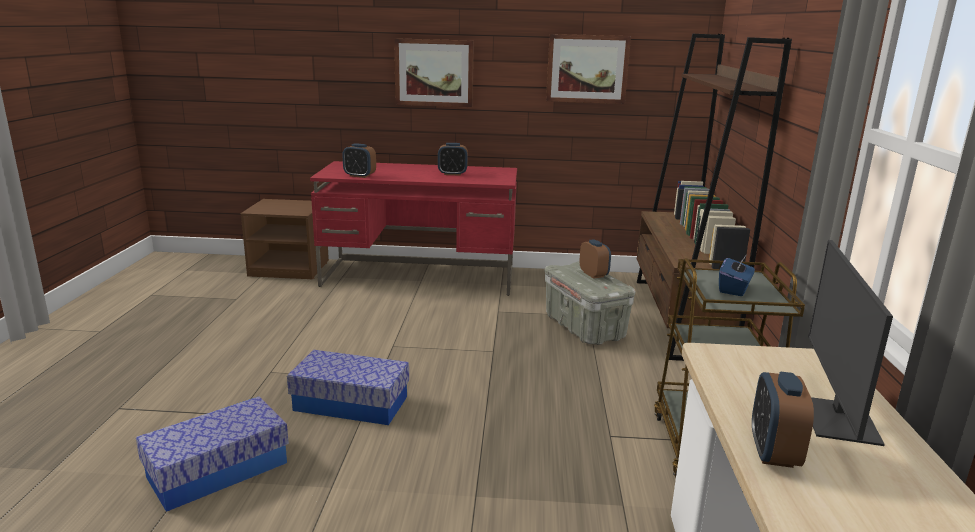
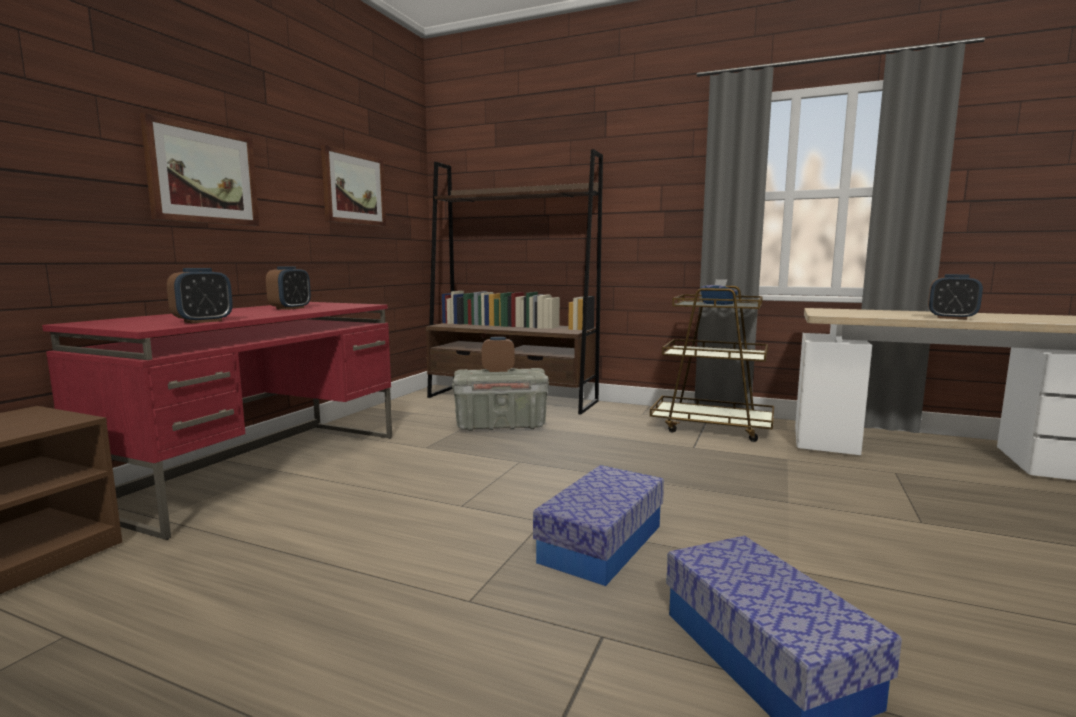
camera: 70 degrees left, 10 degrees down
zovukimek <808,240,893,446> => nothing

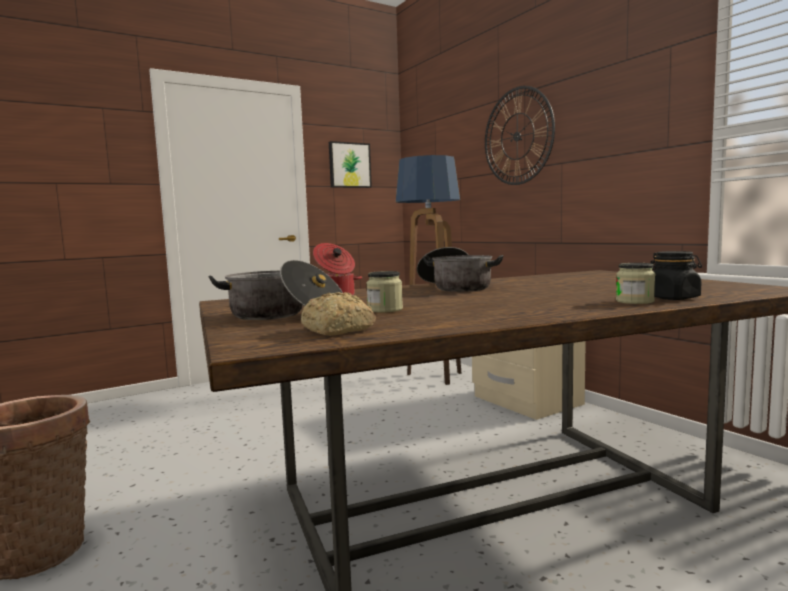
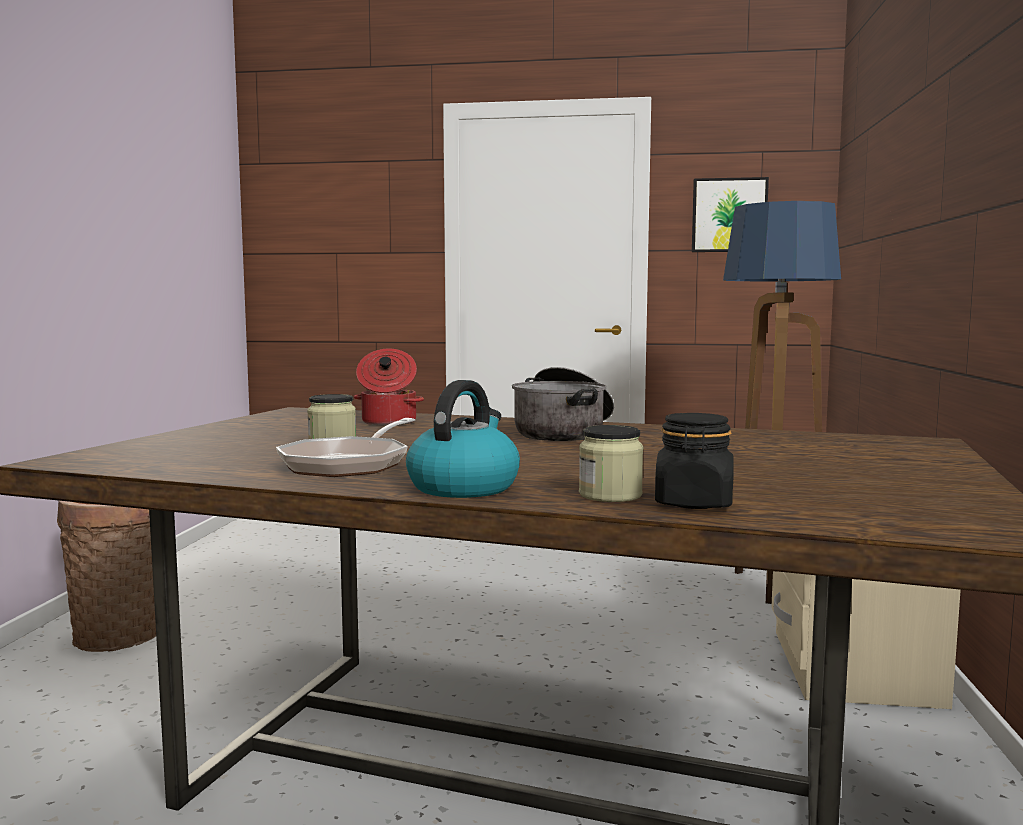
camera: 40 degrees right, 0 degrees up
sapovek <208,260,343,320> => nothing
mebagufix <301,292,376,336> => nothing
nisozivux <485,86,555,185> => nothing
nothing => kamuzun <276,418,415,477>
nothing => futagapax <406,380,520,498>

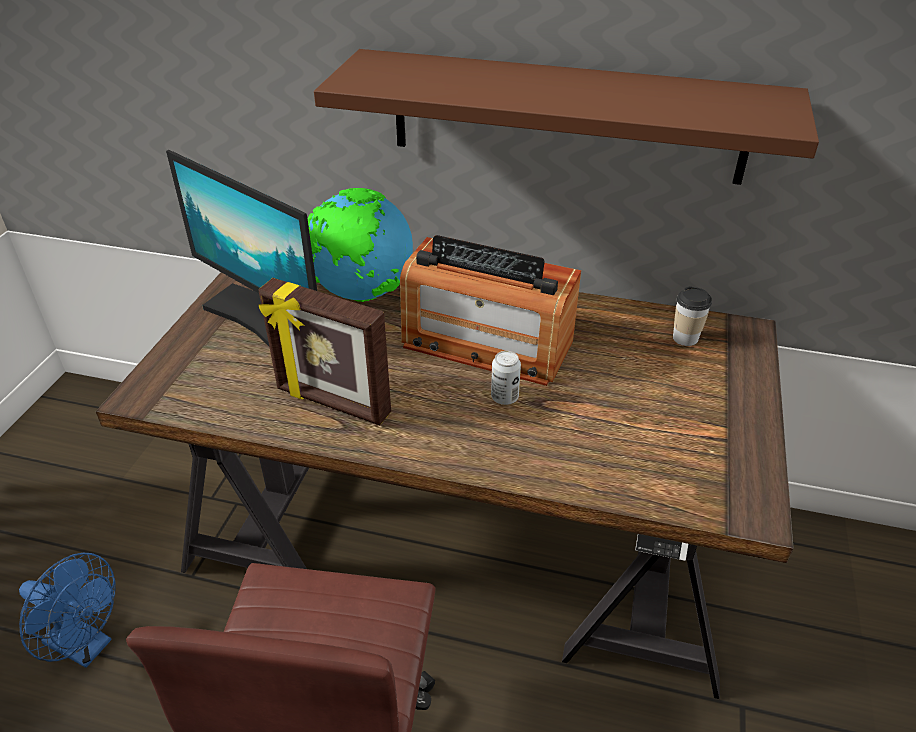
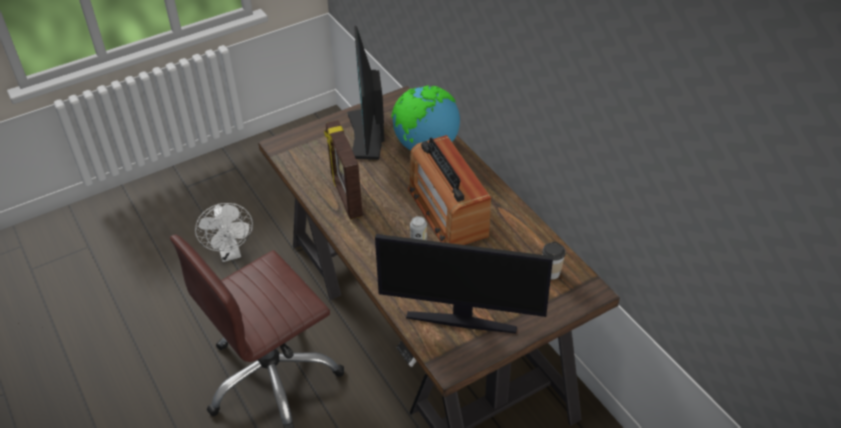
camera: 45 degrees right, 5 degrees up
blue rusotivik <19,553,116,668> => white rusotivik <195,203,253,262>
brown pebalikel <314,49,819,185> => nothing
nothing => zovukimek <375,234,553,333>

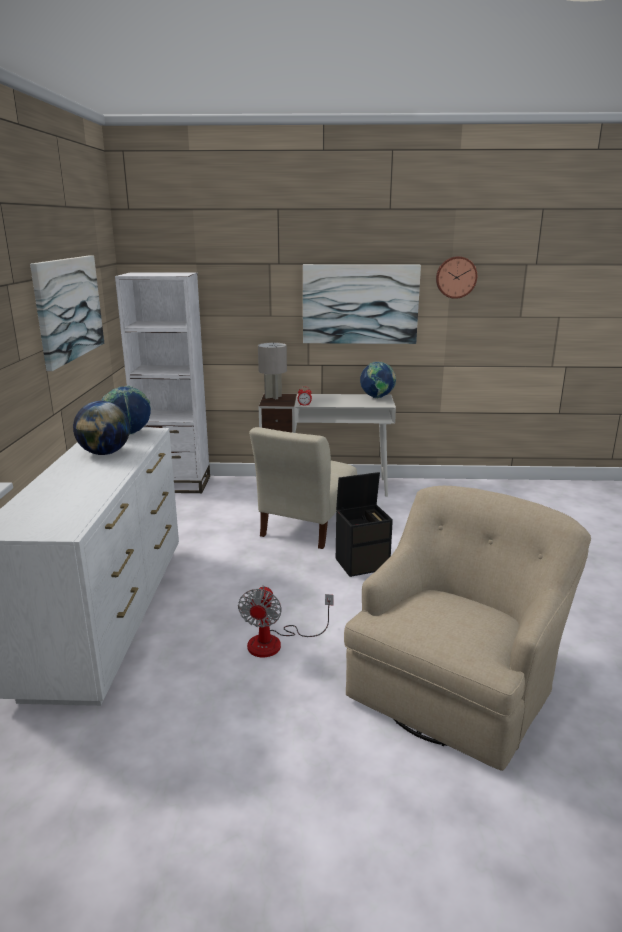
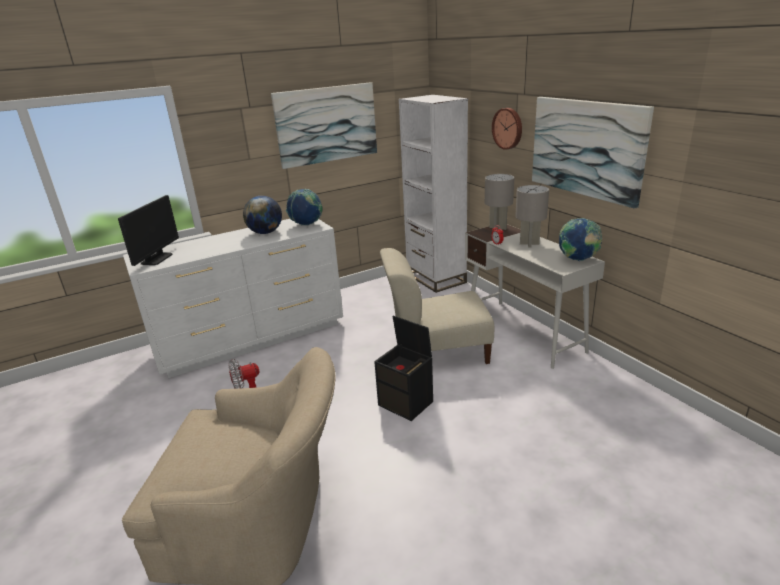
camera: 60 degrees right, 5 degrees up
nisozivux <436,256,477,299> => nisozivux <492,108,522,150>, moved
nothing => zovukimek <118,195,179,266>
nothing => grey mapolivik <515,185,549,248>

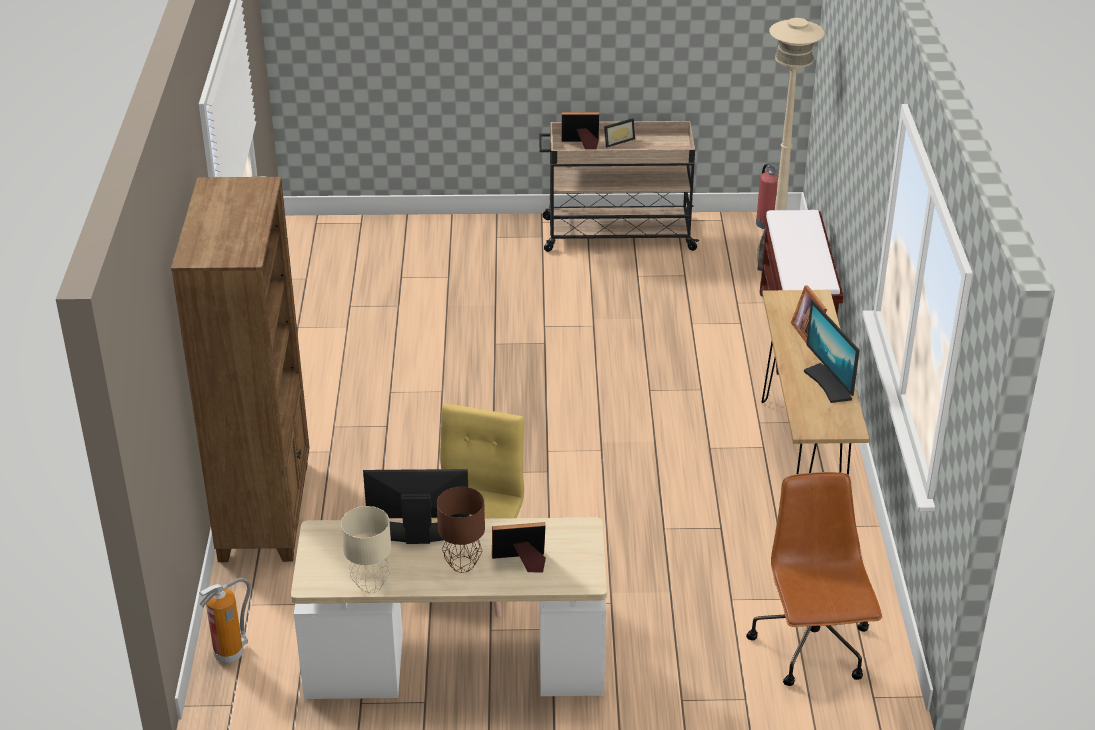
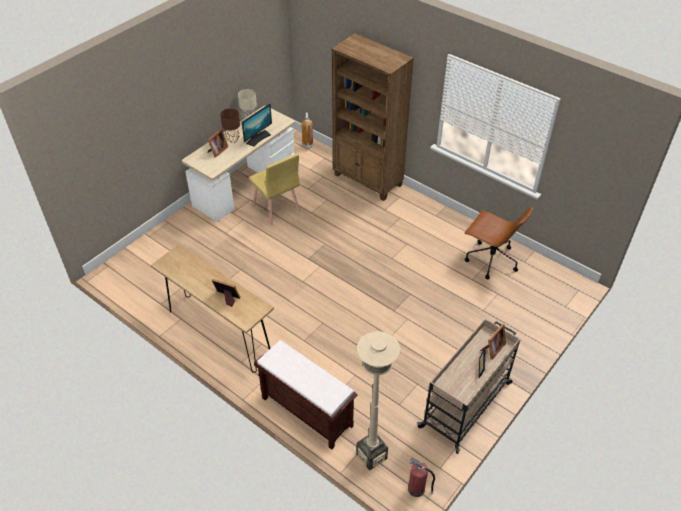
camera: 130 degrees right, 10 degrees up
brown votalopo <746,472,882,686> => brown votalopo <464,206,533,279>, moved
zovukimek <804,300,860,403> => nothing

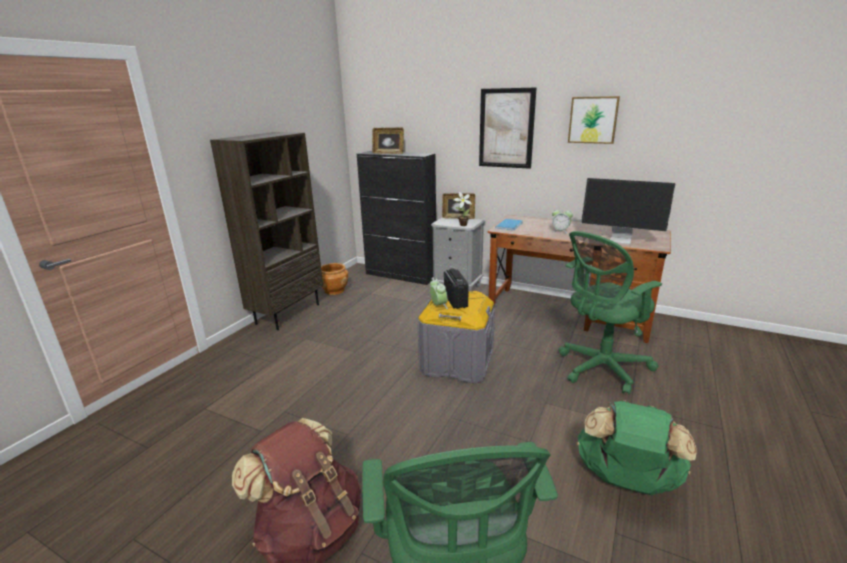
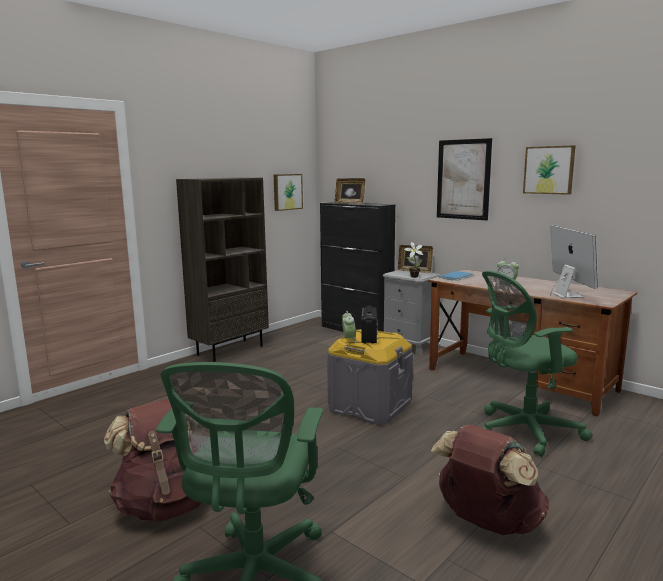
camera: 15 degrees right, 10 degrees down
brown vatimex <321,263,348,295> => nothing
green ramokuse <577,400,697,495> => brown ramokuse <431,425,549,535>
zovukimek <581,178,676,245> => zovukimek <550,225,598,298>, 135 degrees counterclockwise
nothing => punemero <274,174,303,211>

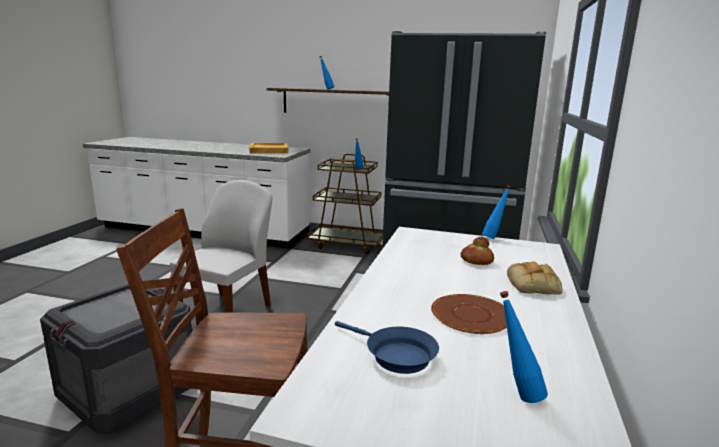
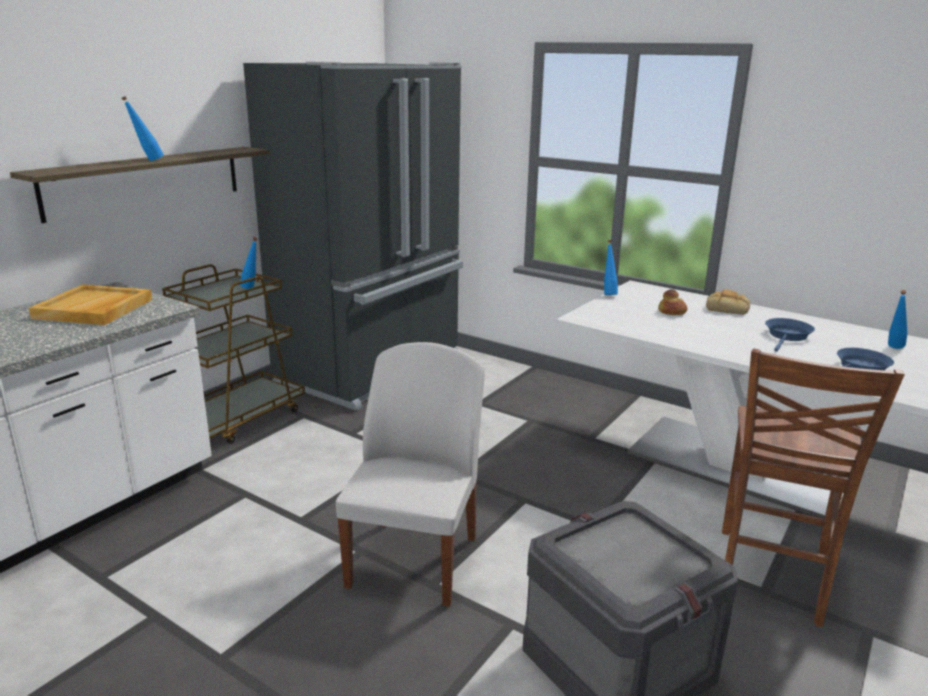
camera: 70 degrees left, 5 degrees up
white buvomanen <170,180,272,313> => white buvomanen <336,342,485,607>, 60 degrees clockwise
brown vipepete <431,294,507,334> => blue kamuzun <765,318,815,352>

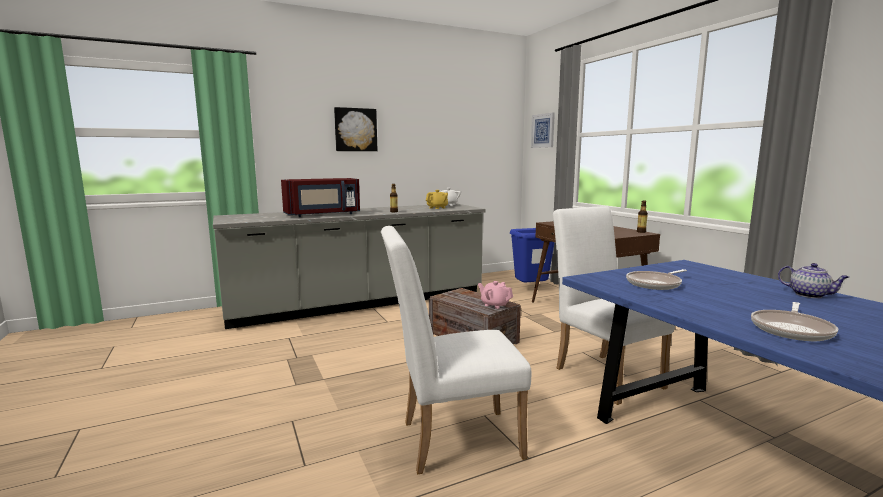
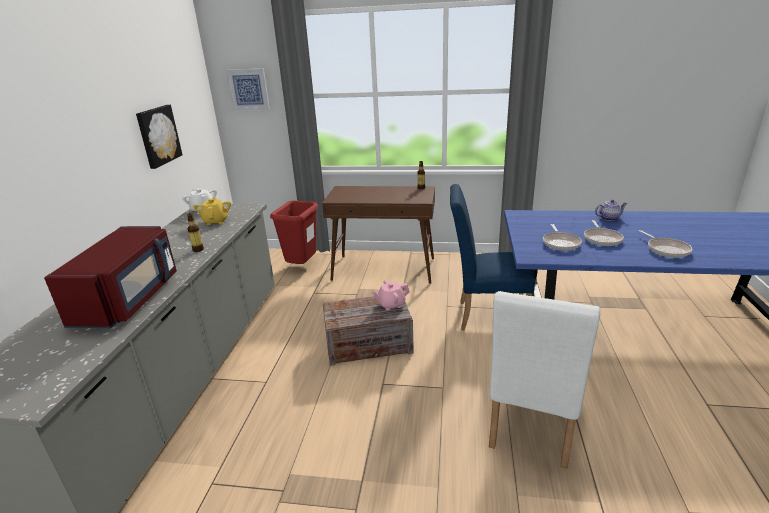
camera: 55 degrees left, 15 degrees up
punemero <334,107,378,151> => punemero <136,105,182,169>, moved
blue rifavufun <510,228,555,282> => red rifavufun <270,201,318,264>
white buvomanen <553,206,675,405> => blue buvomanen <450,184,535,330>
nothing => kamuzun <584,220,624,246>

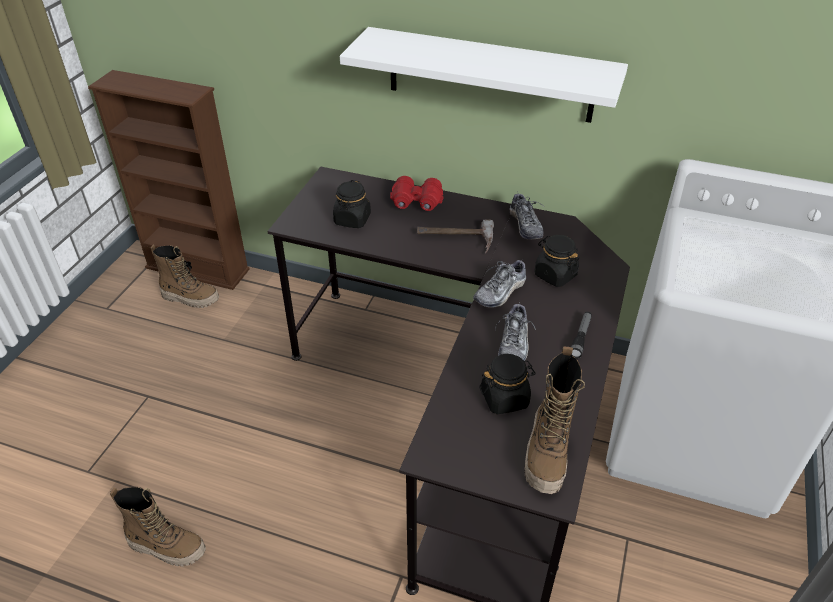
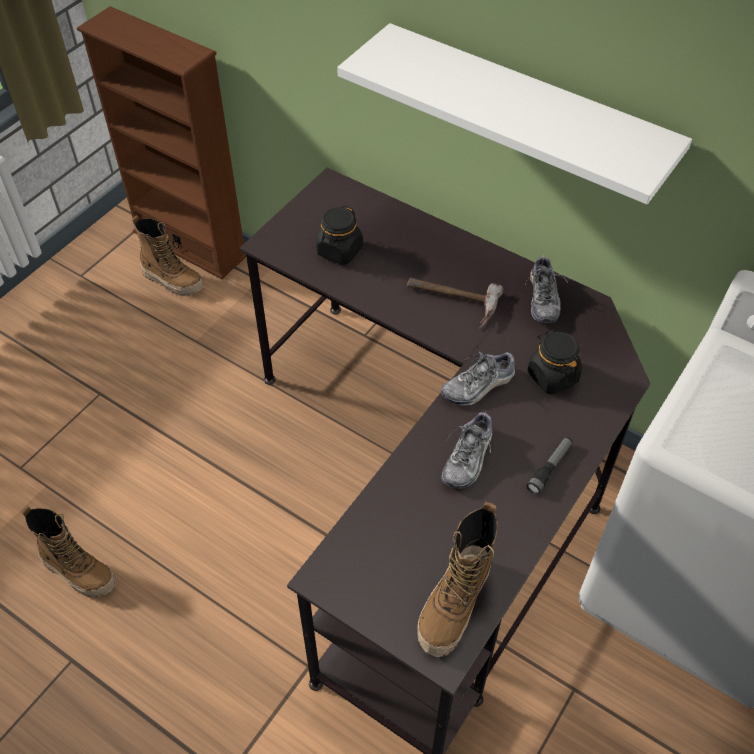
camera: 15 degrees right, 10 degrees up
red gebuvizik <390,176,444,211> => nothing
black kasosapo <479,354,536,414> => nothing

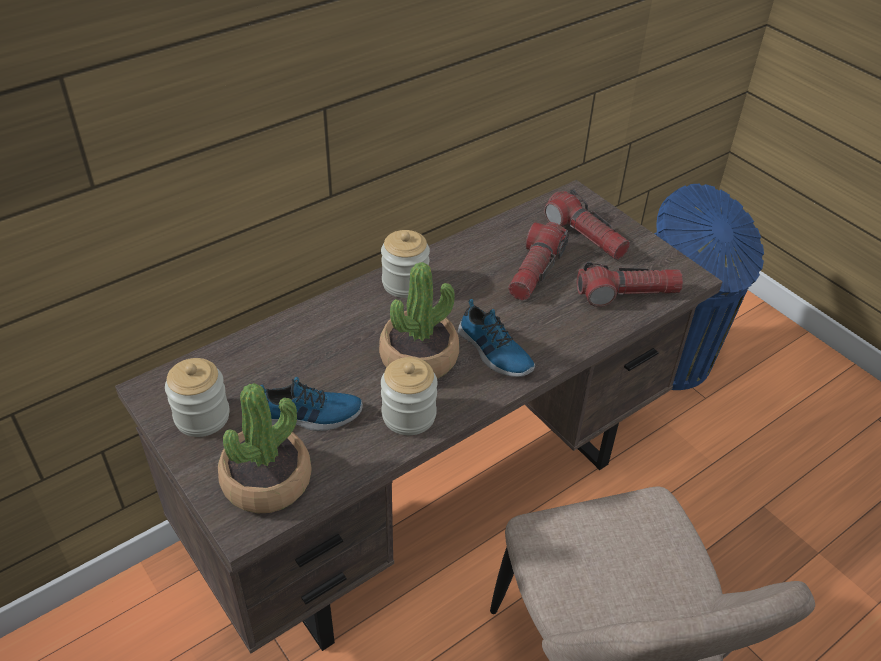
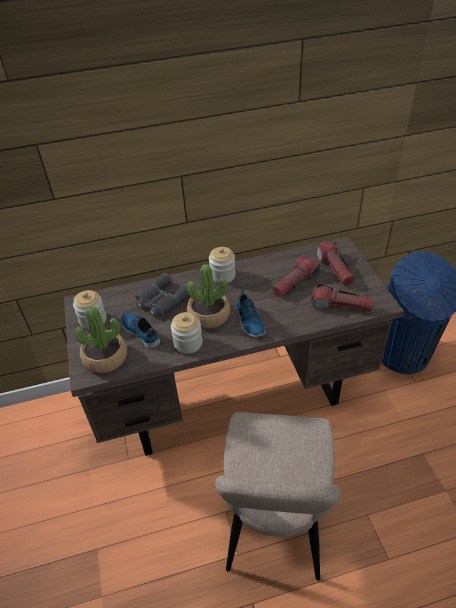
camera: 25 degrees right, 0 degrees up
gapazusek <260,377,363,431> => gapazusek <121,313,160,349>, 150 degrees counterclockwise
nothing => grey gebuvizik <135,273,189,317>

